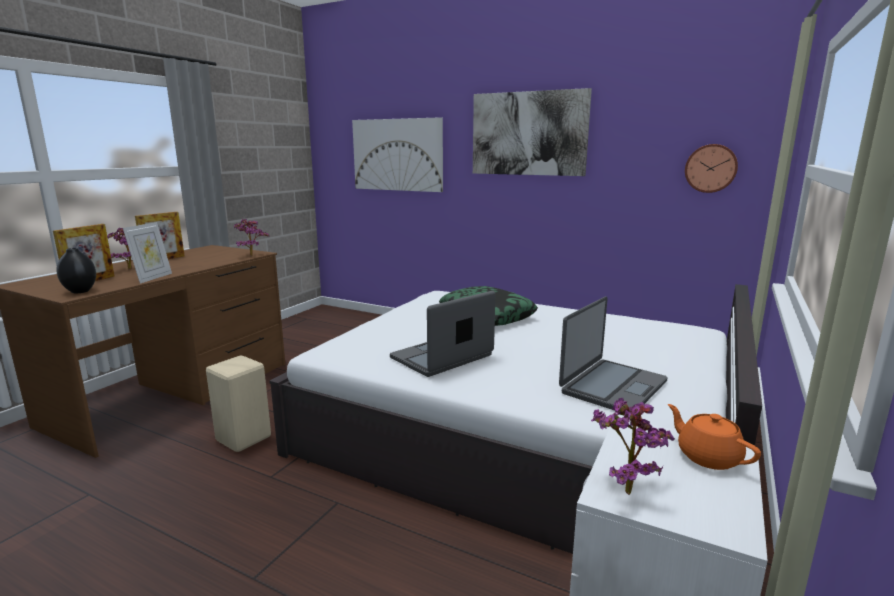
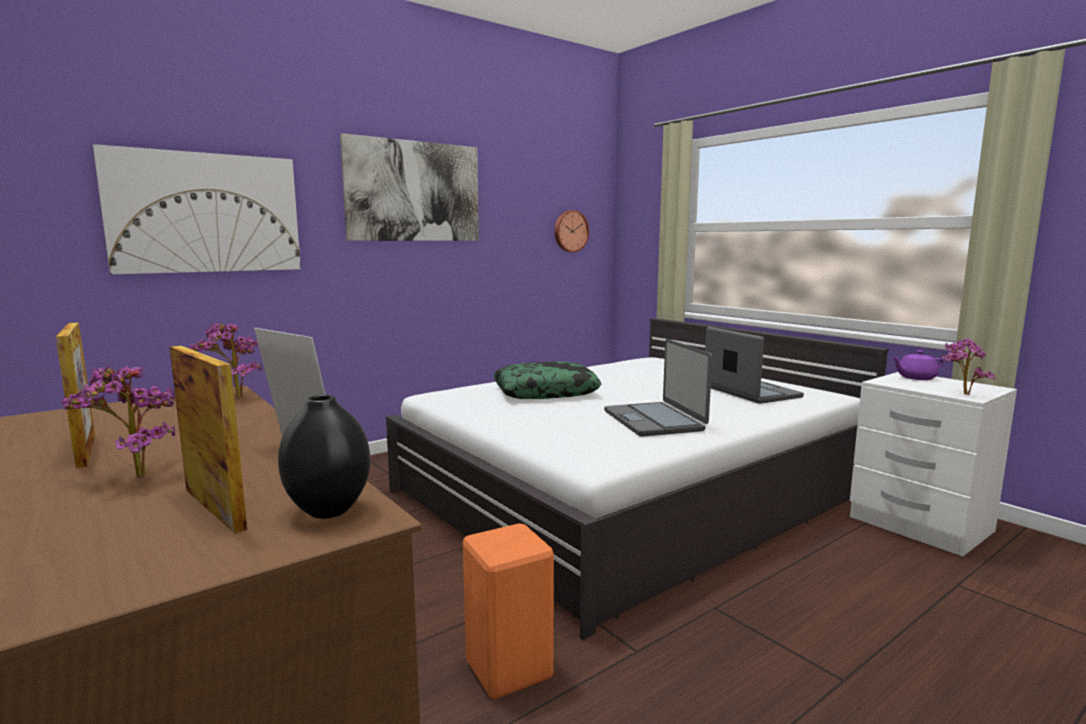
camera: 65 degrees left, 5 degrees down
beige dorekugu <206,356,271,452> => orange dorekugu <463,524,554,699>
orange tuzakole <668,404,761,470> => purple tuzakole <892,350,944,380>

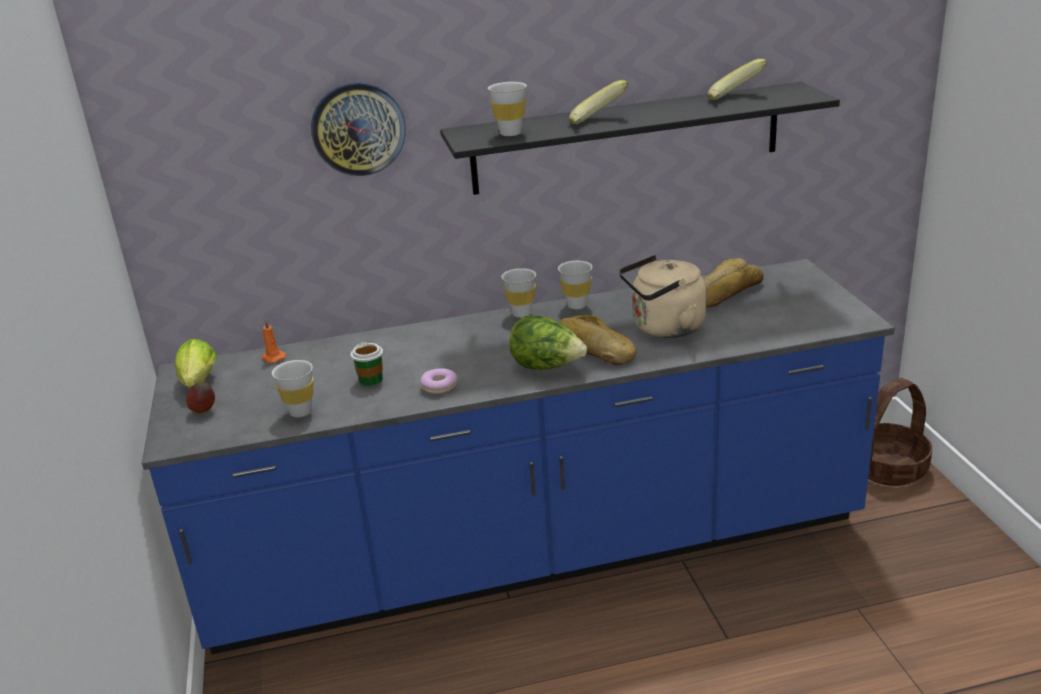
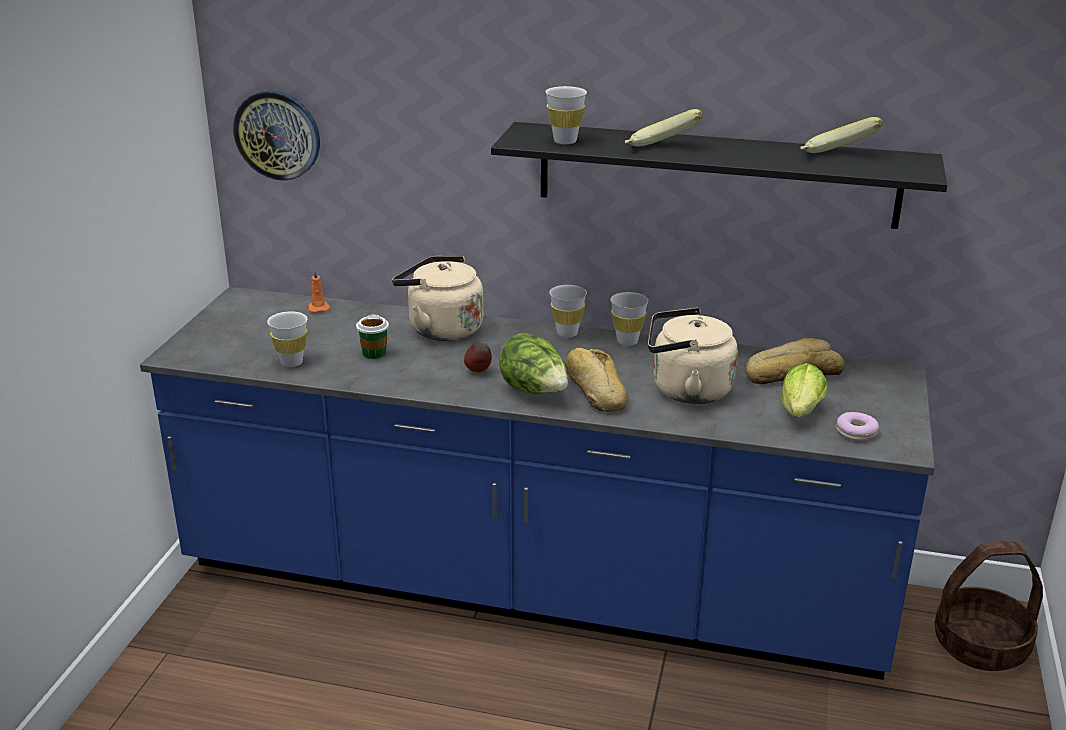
camera: 25 degrees right, 0 degrees up
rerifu <175,339,217,388> => rerifu <781,363,828,417>, moved
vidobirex <186,382,215,413> => vidobirex <464,343,492,373>, moved
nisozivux <311,82,406,176> => nisozivux <233,90,320,181>, moved
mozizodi <420,368,457,394> => mozizodi <836,412,879,441>, moved
nothing => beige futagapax <392,256,483,341>

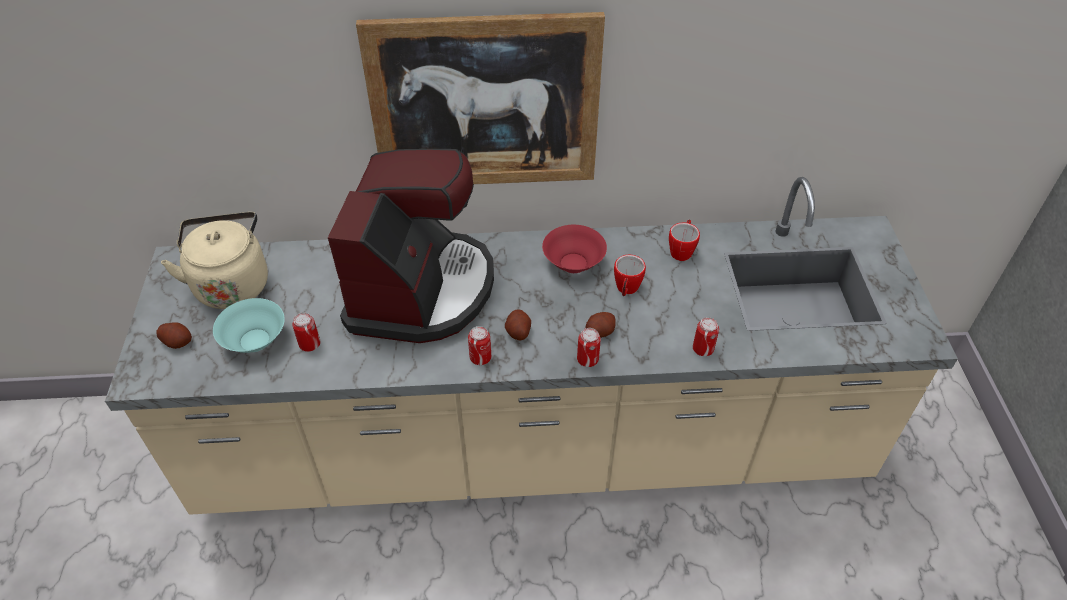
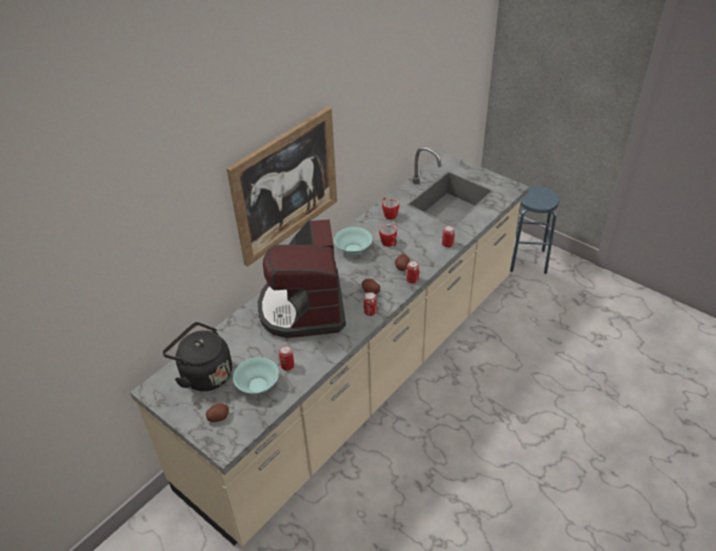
camera: 45 degrees left, 5 degrees down
beige futagapax <161,212,268,309> => black futagapax <163,322,232,391>
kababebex <328,149,494,343> => kababebex <258,219,346,338>, 150 degrees counterclockwise
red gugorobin <542,225,607,273> => turquoise gugorobin <334,227,372,255>
nothing => blue dorekugu <510,186,559,274>

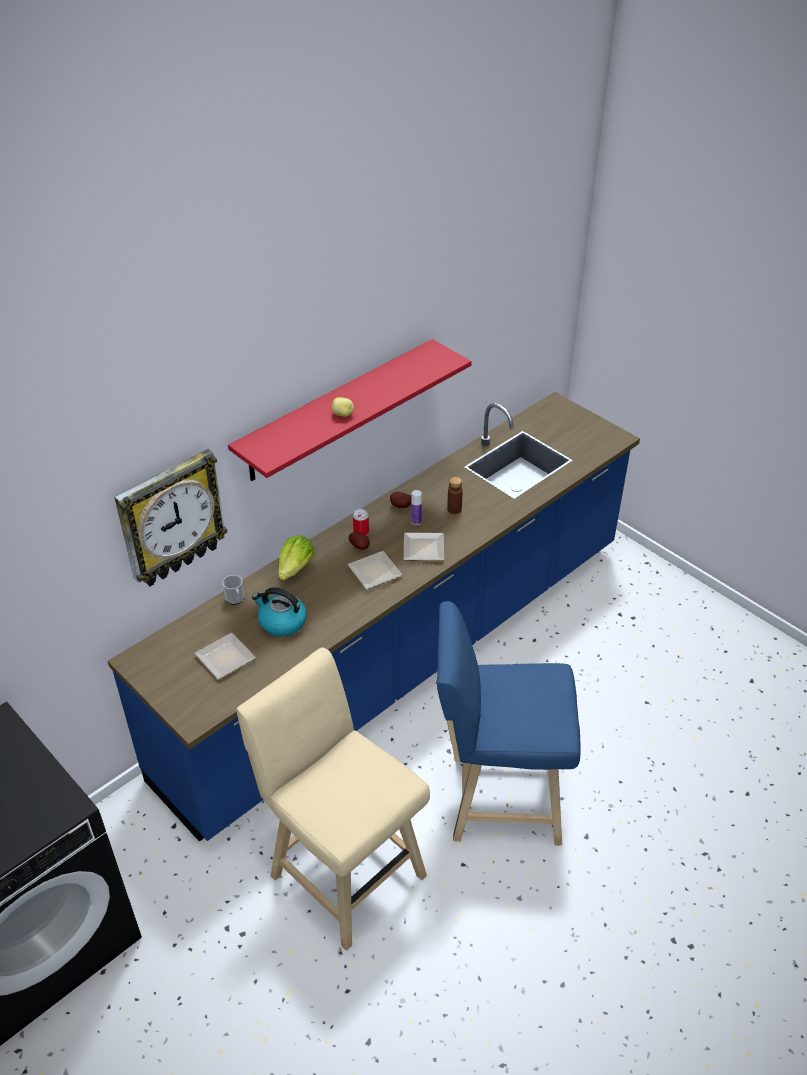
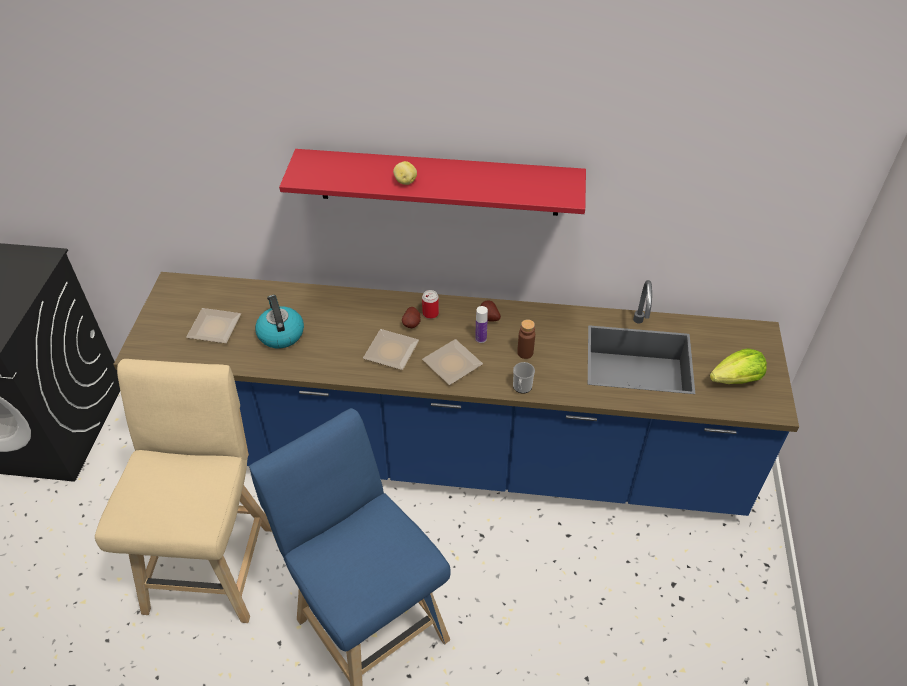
camera: 50 degrees right, 5 degrees up
nisozivux <114,449,228,586> => nothing
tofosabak <222,575,244,605> => tofosabak <513,362,535,394>, moved
rerifu <278,535,314,580> => rerifu <710,348,767,384>, moved

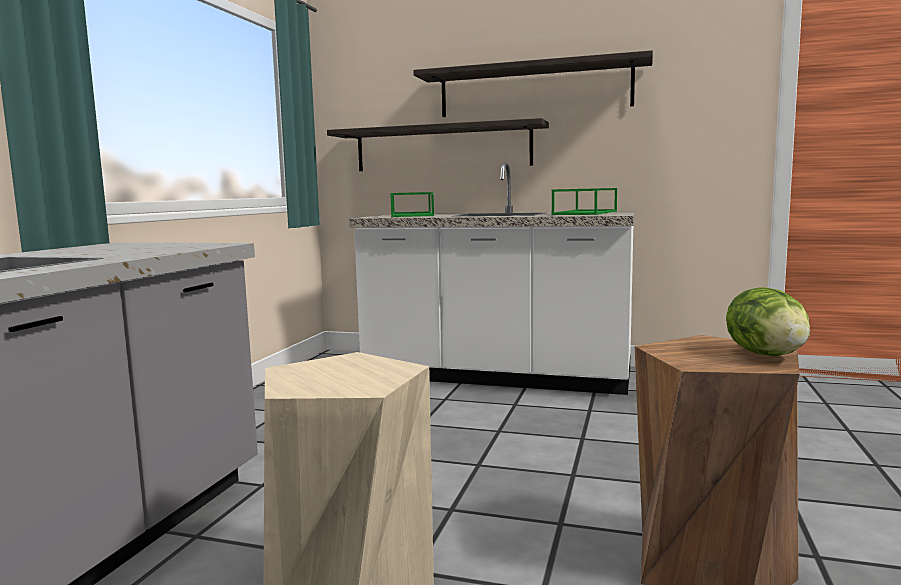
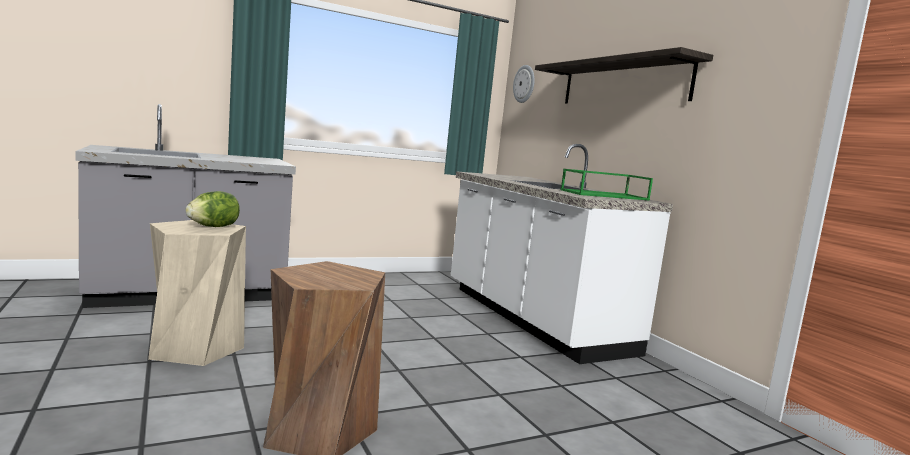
camera: 45 degrees right, 0 degrees up
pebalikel <327,118,549,171> => nothing
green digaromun <390,192,434,217> => nothing
rerifu <726,287,810,356> => rerifu <185,191,240,227>, moved
nothing => nisozivux <513,65,535,103>

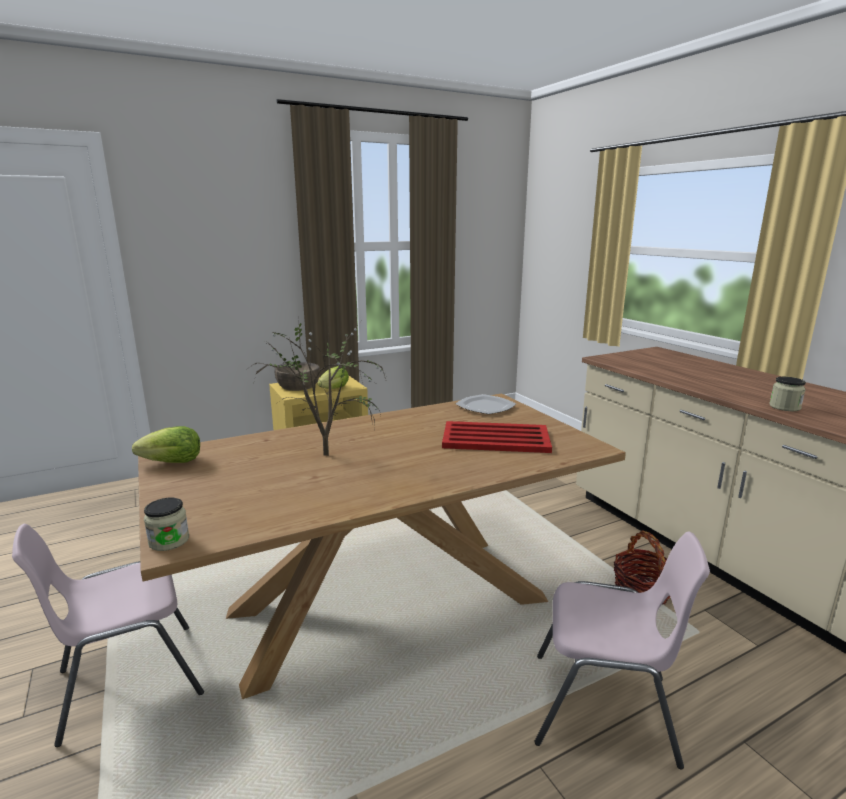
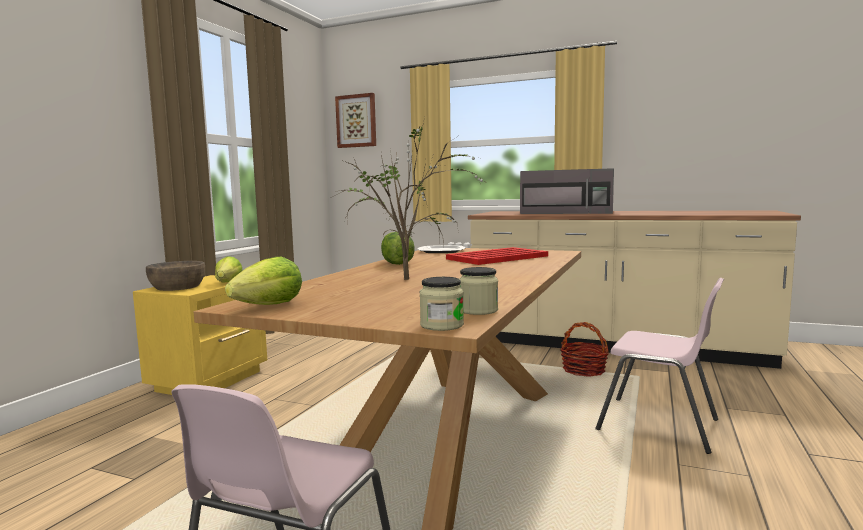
camera: 40 degrees left, 10 degrees down
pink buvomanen <535,532,710,770> => pink buvomanen <595,278,724,454>, 60 degrees clockwise
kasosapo <769,377,806,411> => kasosapo <460,267,498,315>, moved
nothing => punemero <335,93,376,148>
nothing => rerifu <381,232,415,265>
nothing => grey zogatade <520,168,614,214>

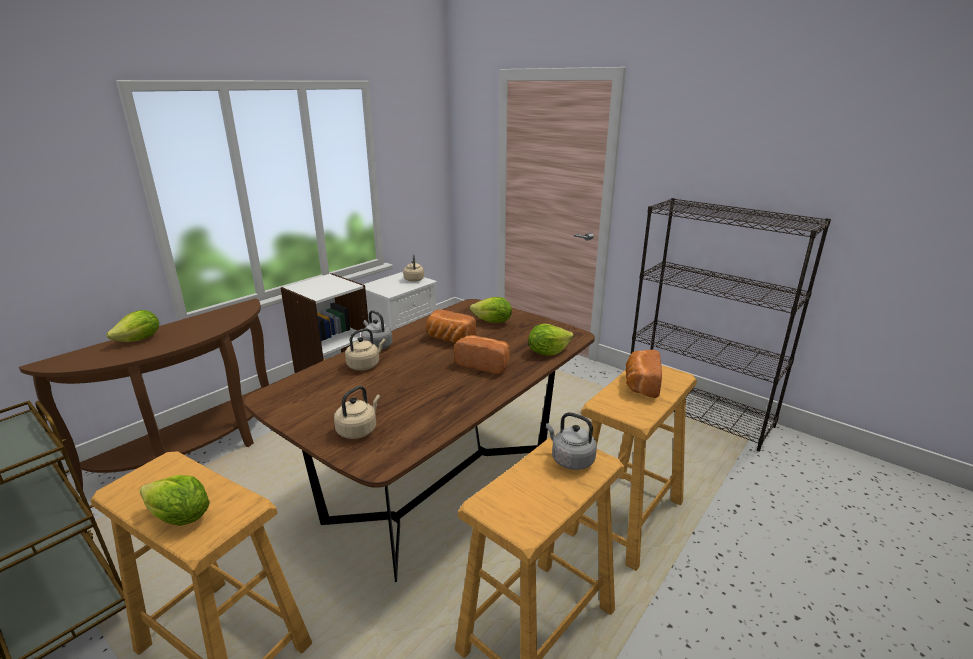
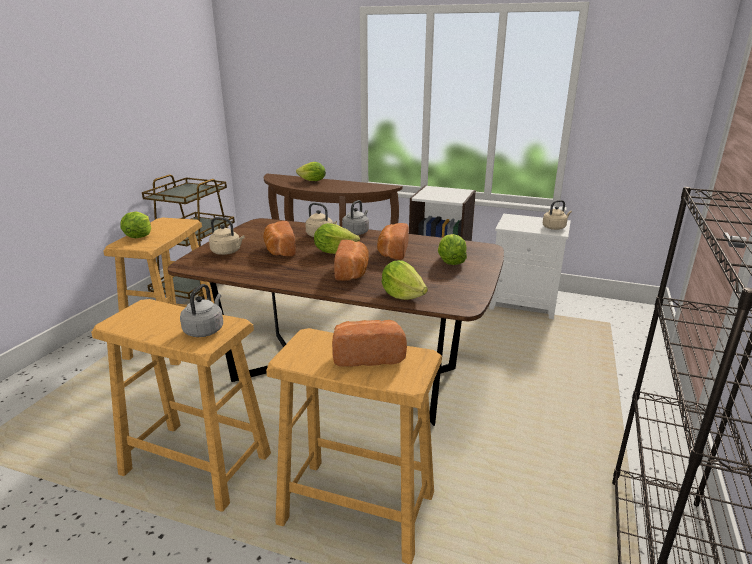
camera: 70 degrees right, 0 degrees up
nothing => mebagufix <263,221,296,257>
nothing => rerifu <314,223,360,254>

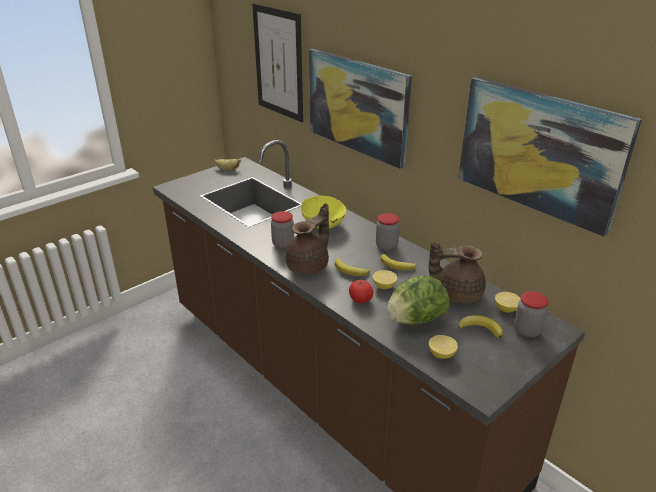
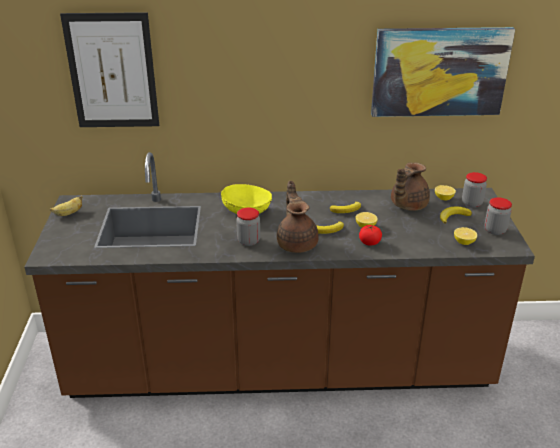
camera: 50 degrees left, 0 degrees up
punemero <309,49,412,169> => nothing
kasosapo <376,213,400,251> => kasosapo <484,197,512,235>, moved
rerifu <387,275,449,325> => nothing

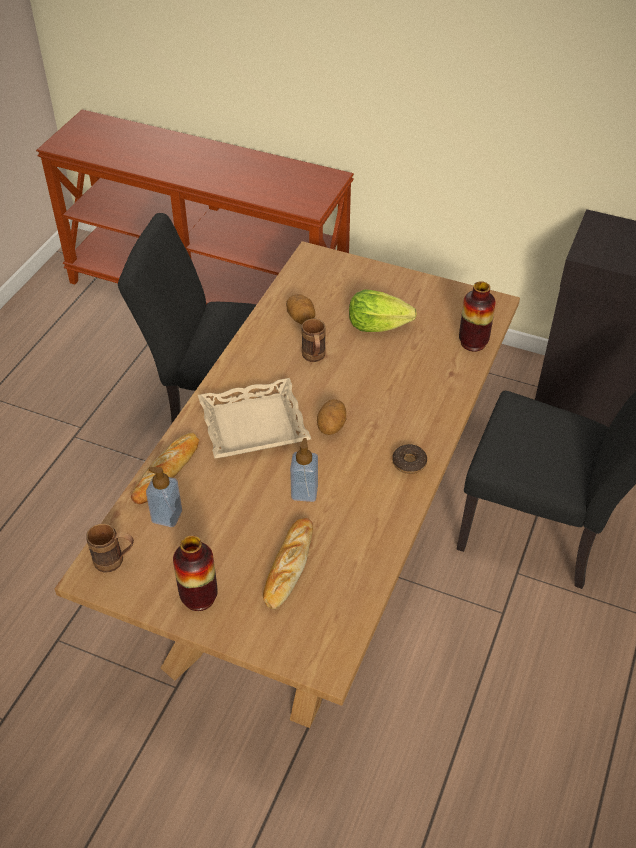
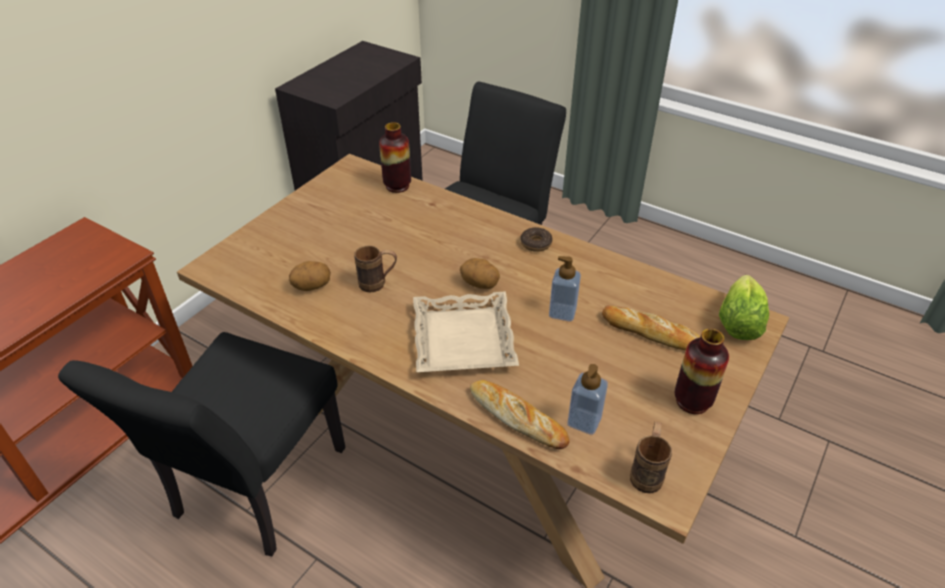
camera: 80 degrees left, 5 degrees down
rerifu <349,289,417,332> => rerifu <719,275,769,340>, moved

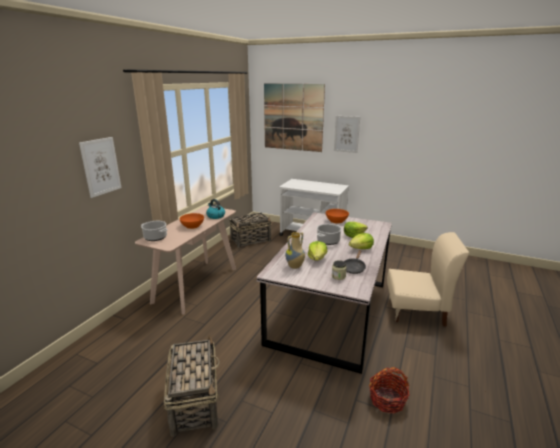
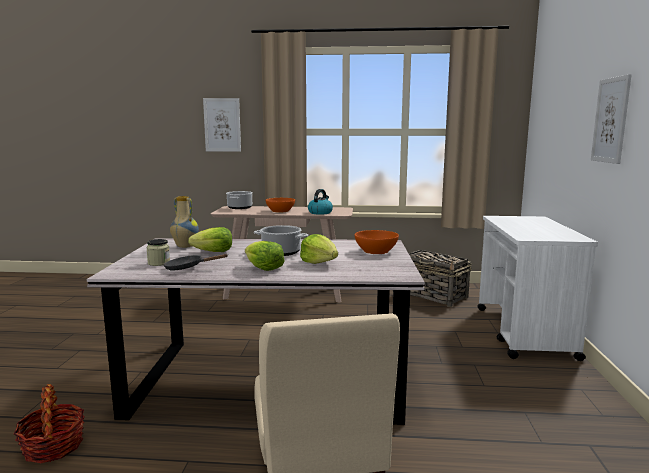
camera: 70 degrees right, 10 degrees down
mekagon <164,335,220,437> => nothing
punemero <264,83,325,152> => nothing

